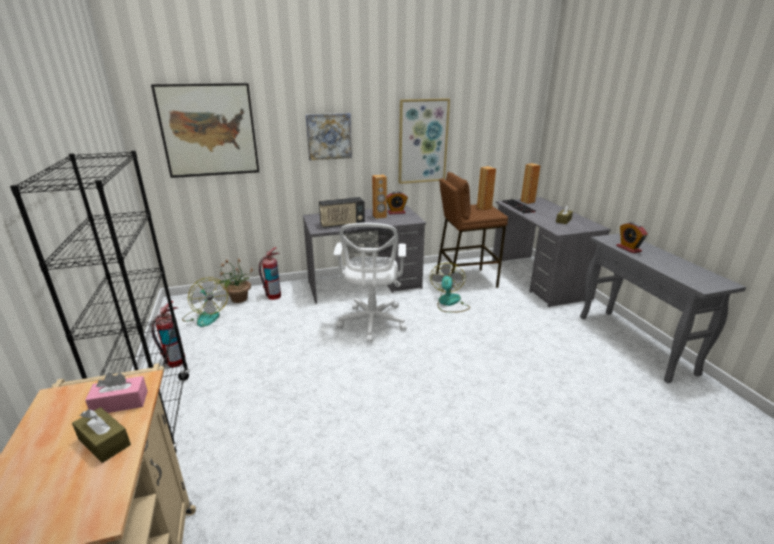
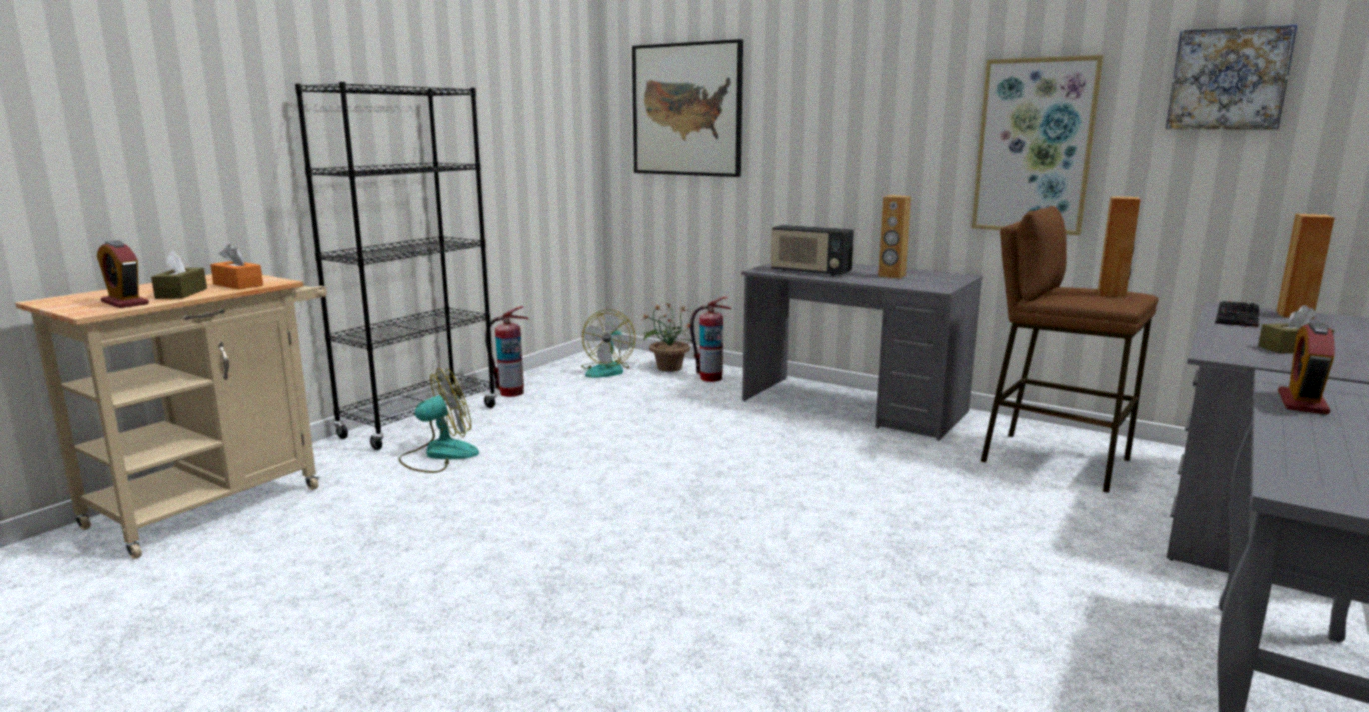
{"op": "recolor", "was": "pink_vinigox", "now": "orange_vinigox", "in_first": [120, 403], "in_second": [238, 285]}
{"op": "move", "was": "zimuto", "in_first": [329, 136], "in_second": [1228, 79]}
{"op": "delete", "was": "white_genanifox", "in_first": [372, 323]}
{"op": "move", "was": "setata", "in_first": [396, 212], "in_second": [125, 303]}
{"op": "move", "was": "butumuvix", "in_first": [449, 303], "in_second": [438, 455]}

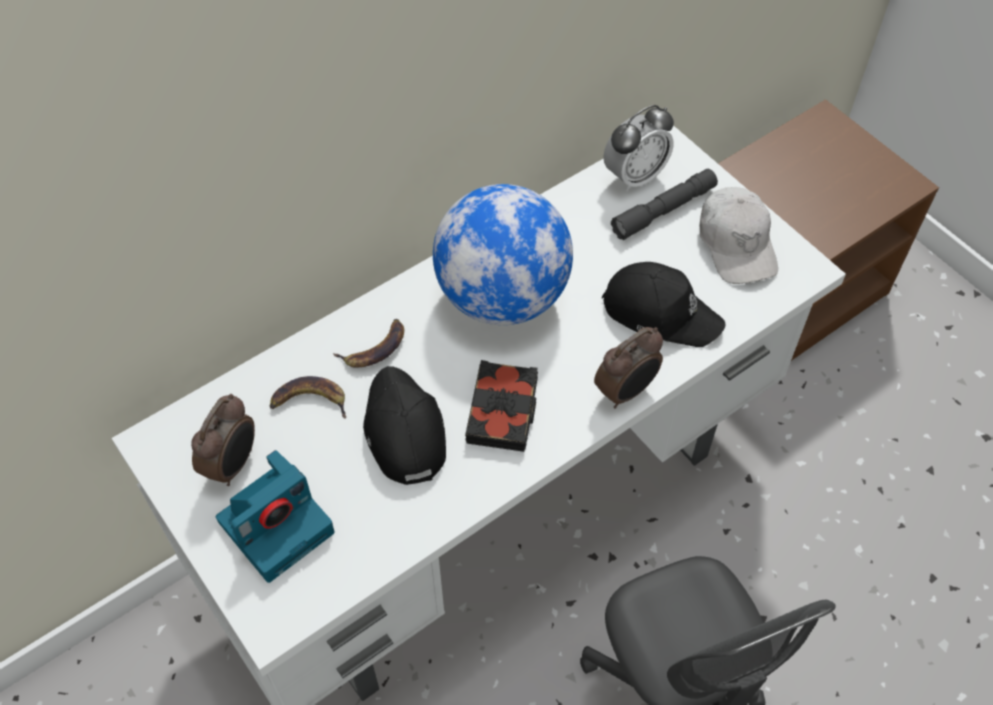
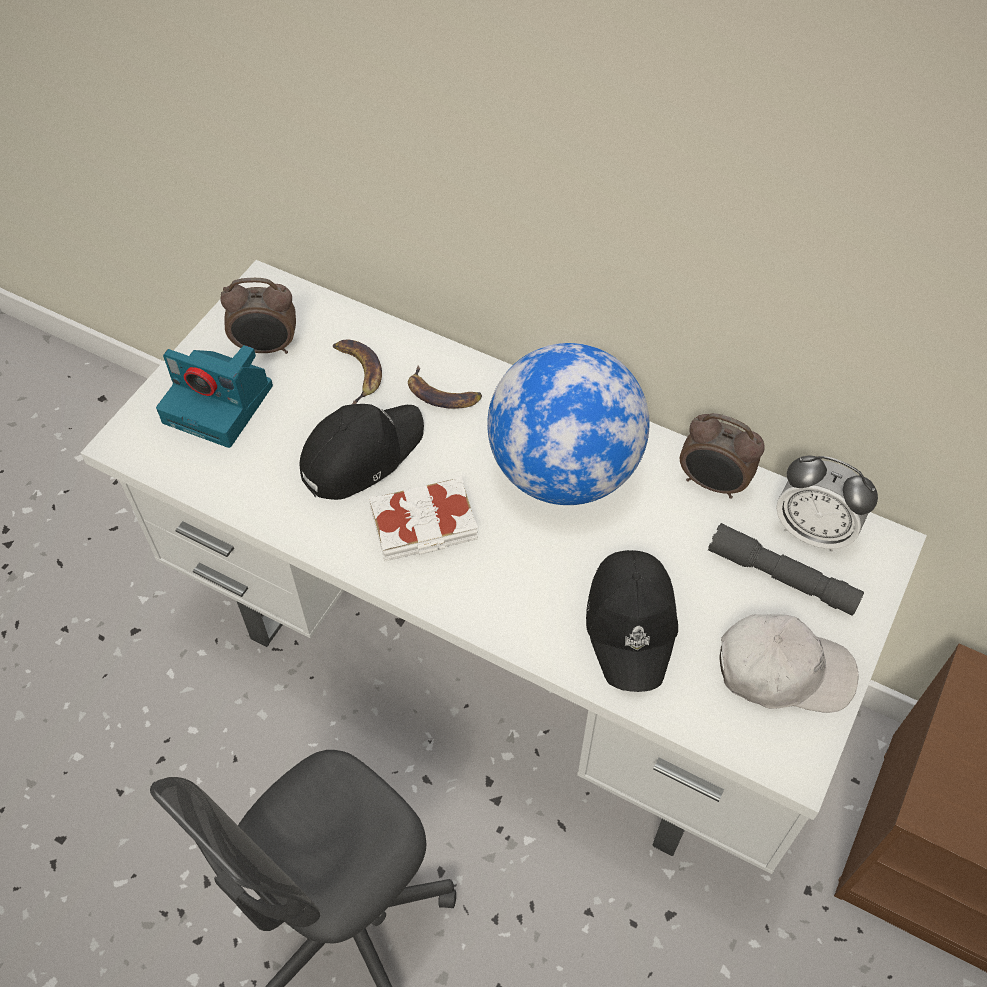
{"op": "recolor", "was": "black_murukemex", "now": "white_murukemex", "in_first": [503, 411], "in_second": [424, 526]}
{"op": "move", "was": "setata", "in_first": [626, 391], "in_second": [712, 484]}
{"op": "rotate", "was": "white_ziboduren", "in_first": [736, 244], "in_second": [782, 670], "clockwise": -135}

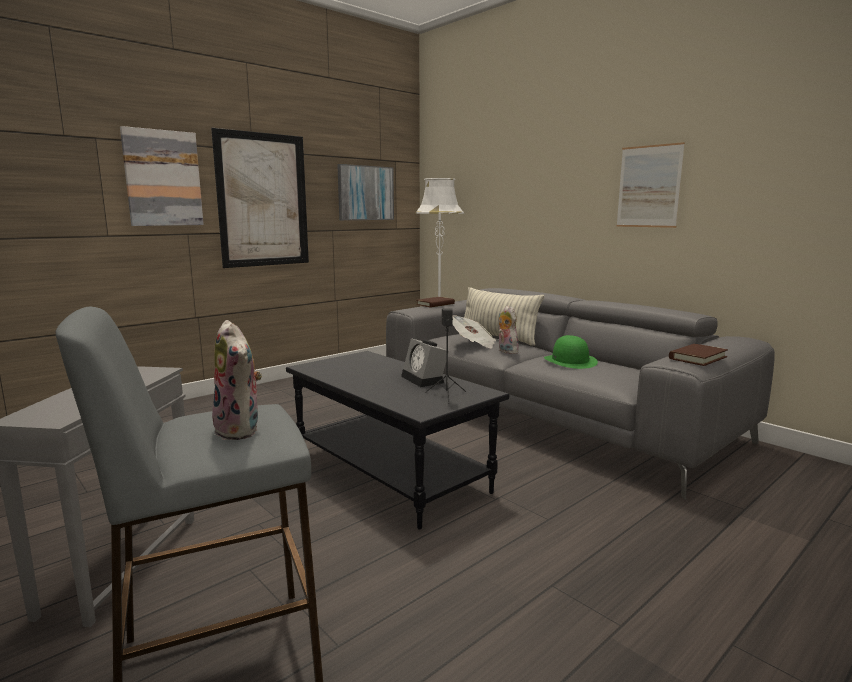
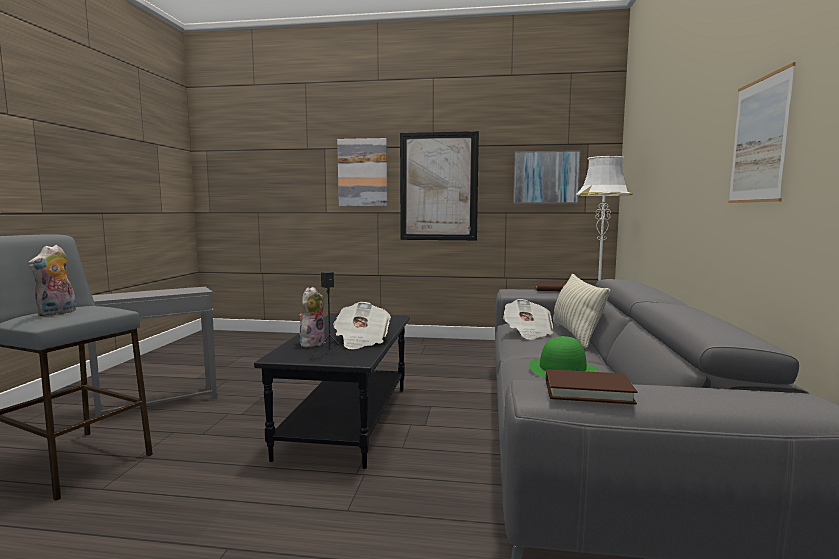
{"op": "replace", "was": "setata", "now": "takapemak", "in_first": [425, 379], "in_second": [361, 341]}
{"op": "move", "was": "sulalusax", "in_first": [506, 351], "in_second": [312, 343]}

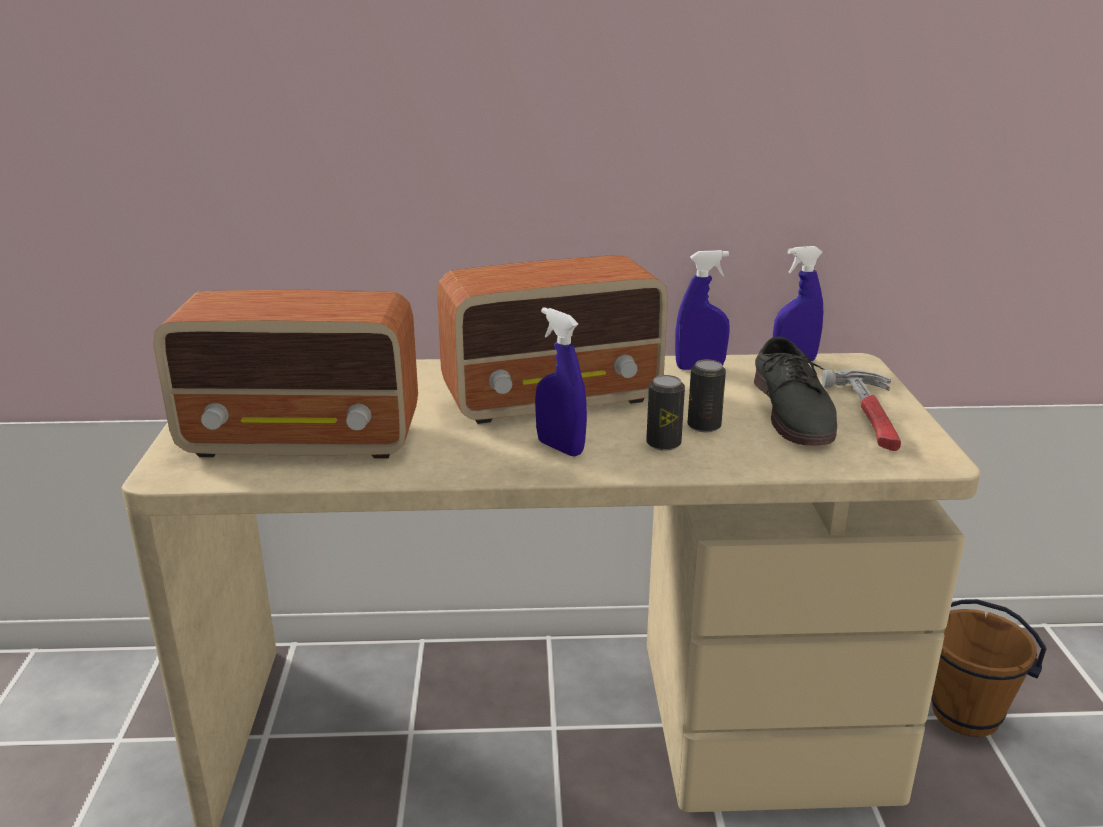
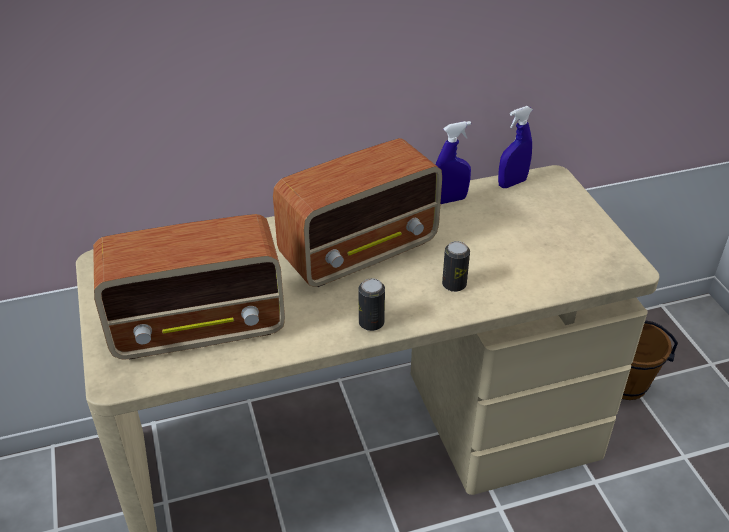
{"op": "delete", "was": "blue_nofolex", "in_first": [560, 448]}
{"op": "move", "was": "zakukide", "in_first": [704, 426], "in_second": [371, 323]}
{"op": "delete", "was": "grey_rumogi", "in_first": [794, 411]}
{"op": "delete", "was": "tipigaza", "in_first": [871, 416]}

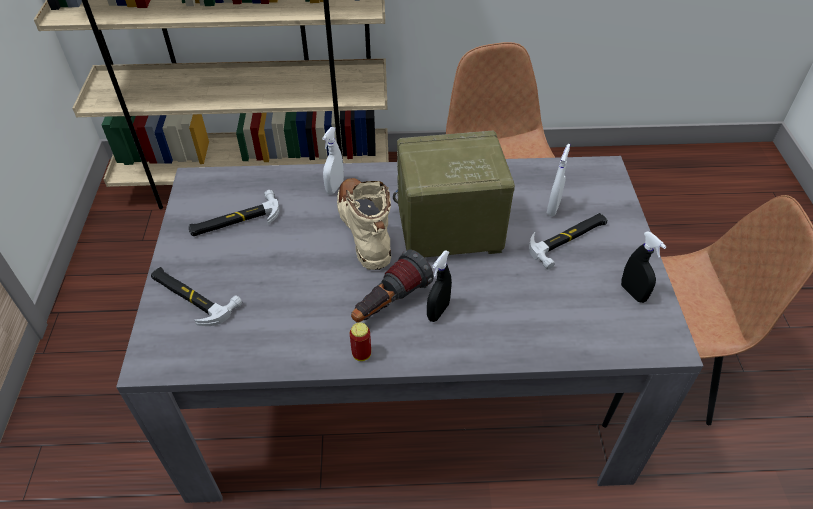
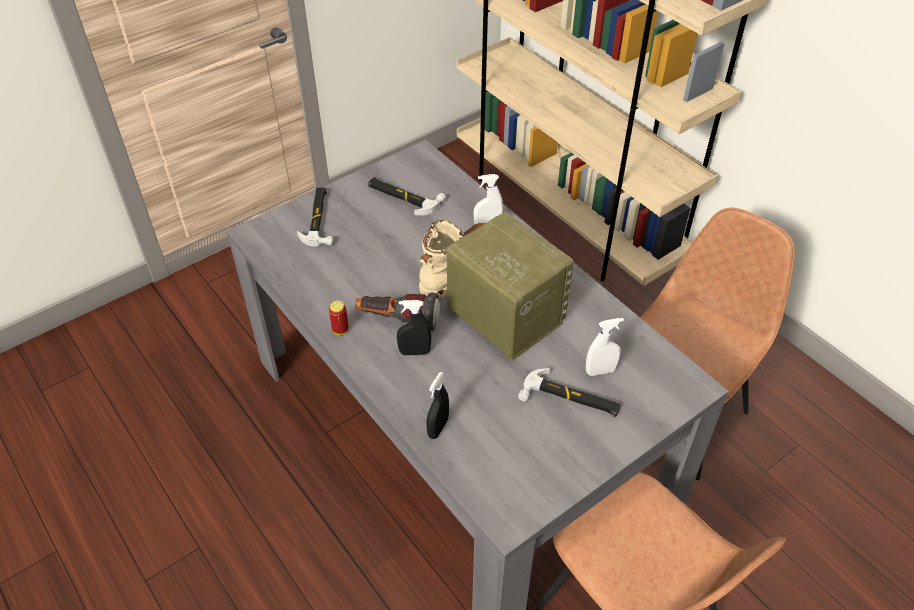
{"op": "move", "was": "black_nofolex", "in_first": [633, 293], "in_second": [438, 428]}

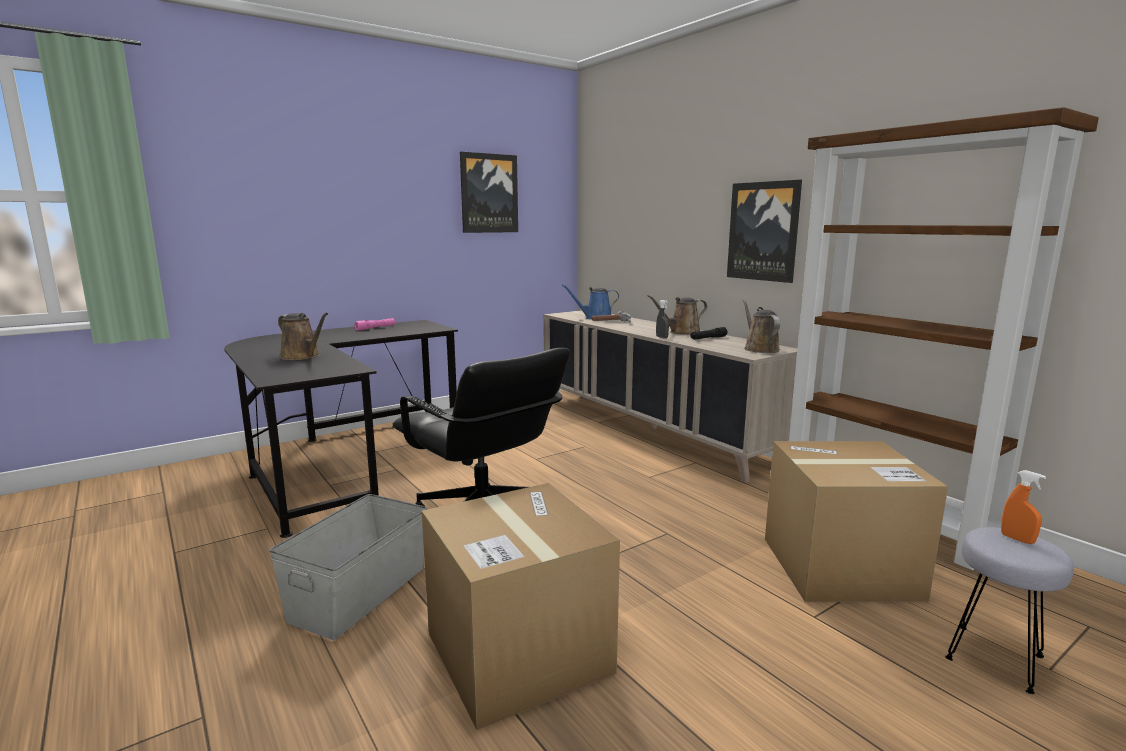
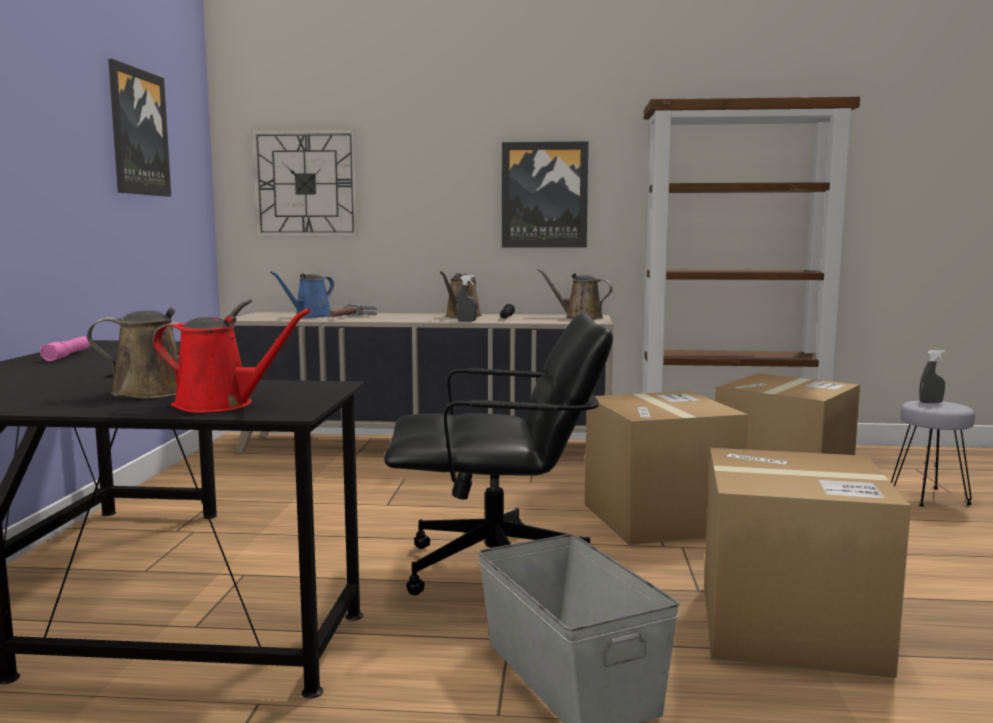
{"op": "recolor", "was": "orange_nofolex", "now": "grey_nofolex", "in_first": [1017, 539], "in_second": [931, 402]}
{"op": "insert", "now": "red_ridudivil", "in_second": [220, 404]}
{"op": "insert", "now": "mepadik", "in_second": [306, 184]}
{"op": "insert", "now": "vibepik", "in_second": [659, 518]}

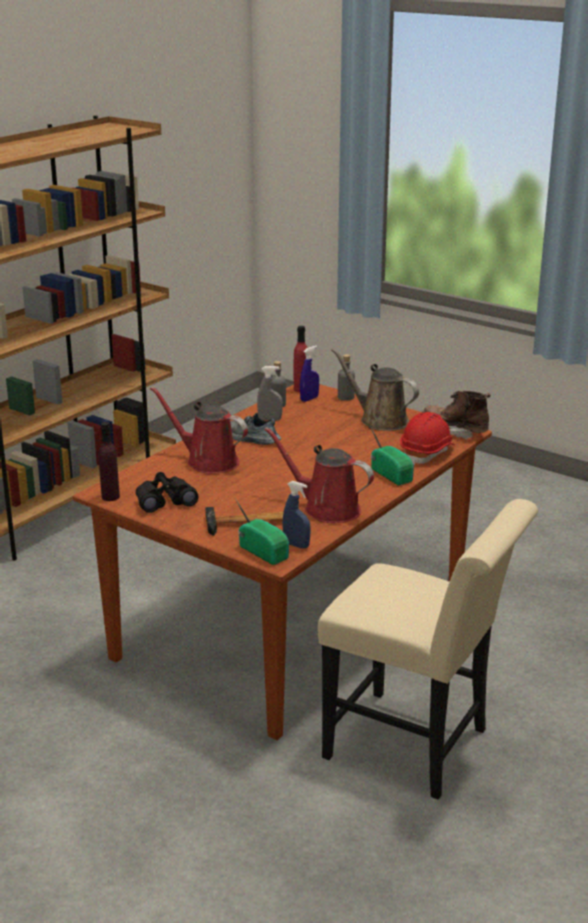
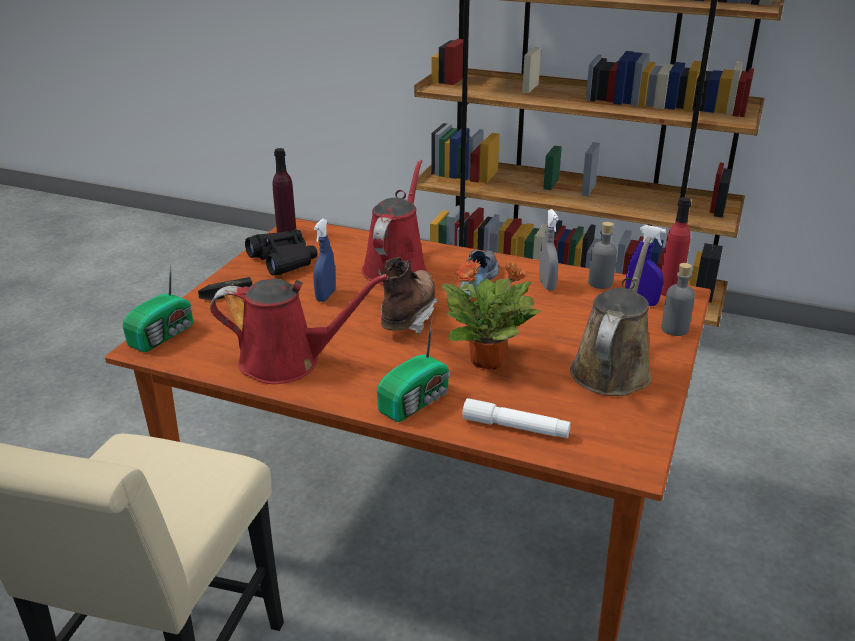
{"op": "rotate", "was": "red_ridudivil", "in_first": [326, 509], "in_second": [288, 362], "clockwise": 75}
{"op": "move", "was": "blue_nofolex", "in_first": [296, 545], "in_second": [325, 296]}
{"op": "replace", "was": "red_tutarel", "now": "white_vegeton", "in_first": [427, 453], "in_second": [515, 427]}
{"op": "move", "was": "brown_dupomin", "in_first": [455, 431], "in_second": [408, 316]}
{"op": "insert", "now": "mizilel", "in_second": [489, 361]}

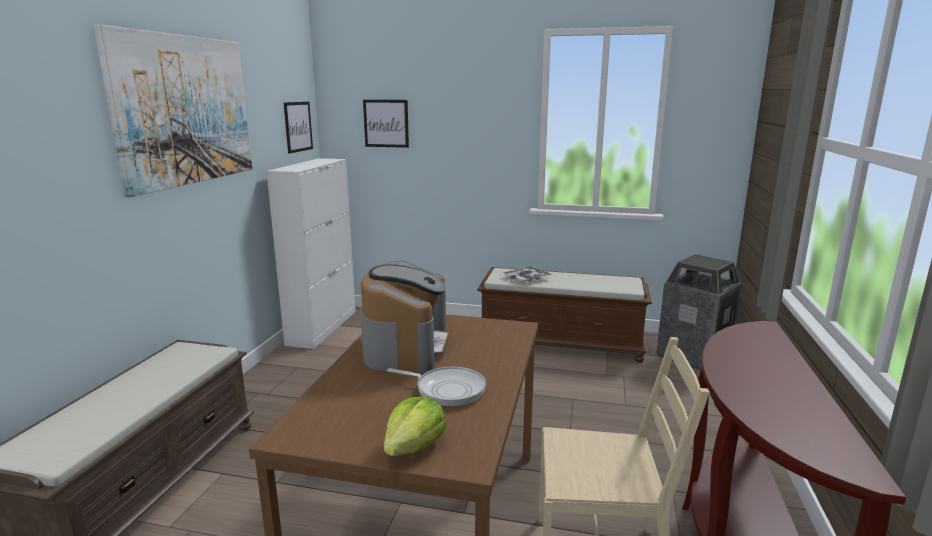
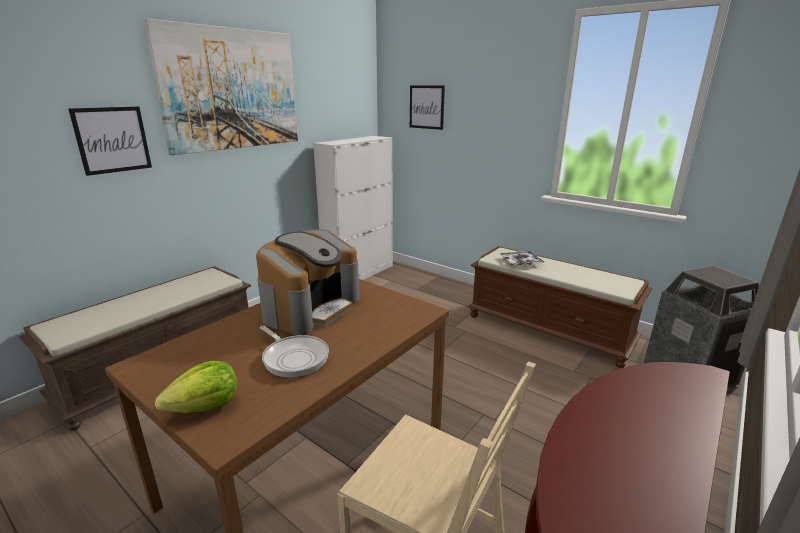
{"op": "move", "was": "zimuto", "in_first": [298, 126], "in_second": [112, 140]}

